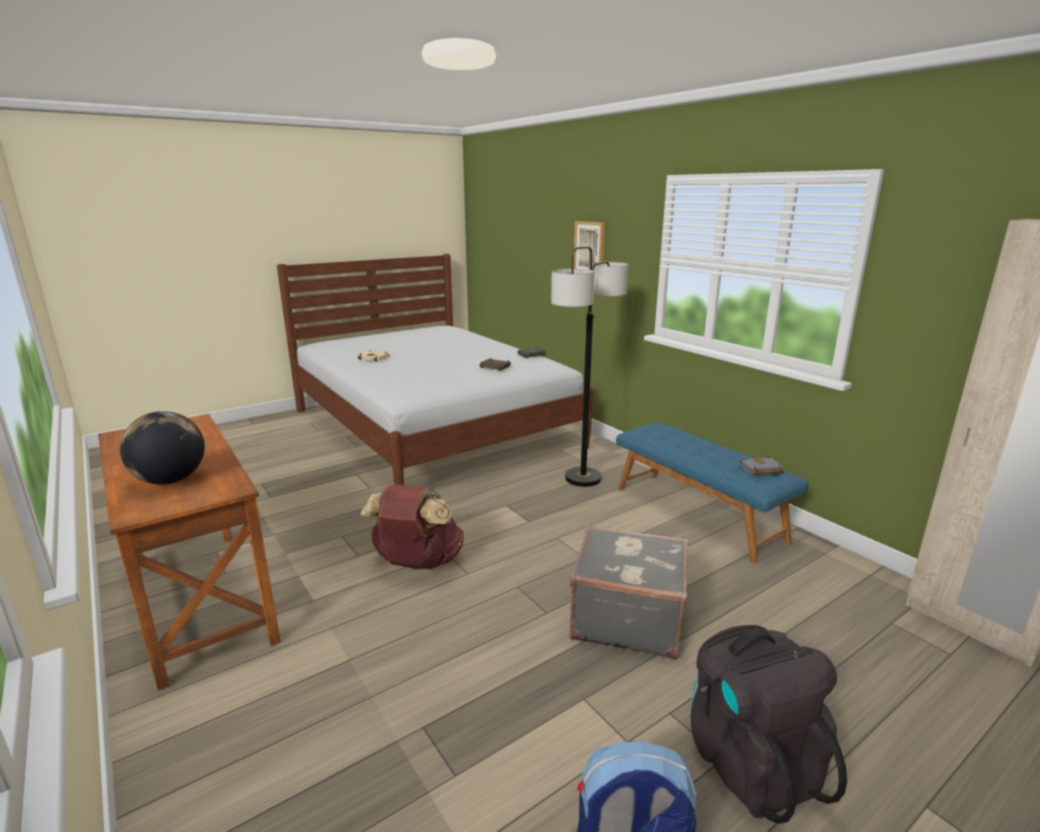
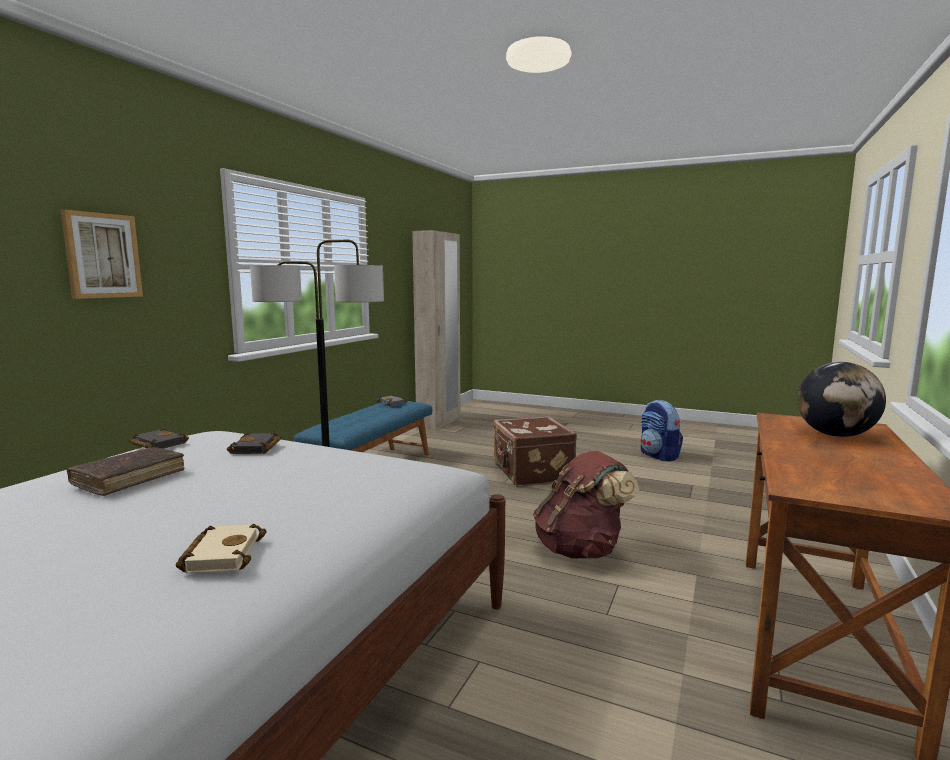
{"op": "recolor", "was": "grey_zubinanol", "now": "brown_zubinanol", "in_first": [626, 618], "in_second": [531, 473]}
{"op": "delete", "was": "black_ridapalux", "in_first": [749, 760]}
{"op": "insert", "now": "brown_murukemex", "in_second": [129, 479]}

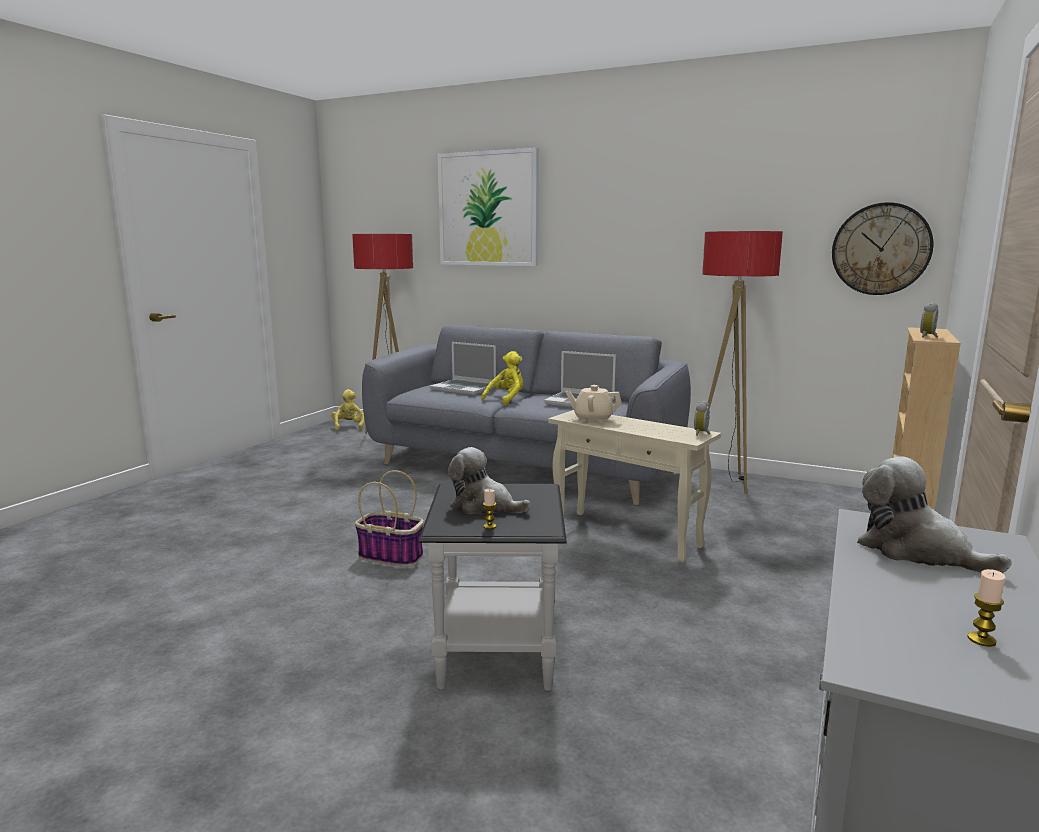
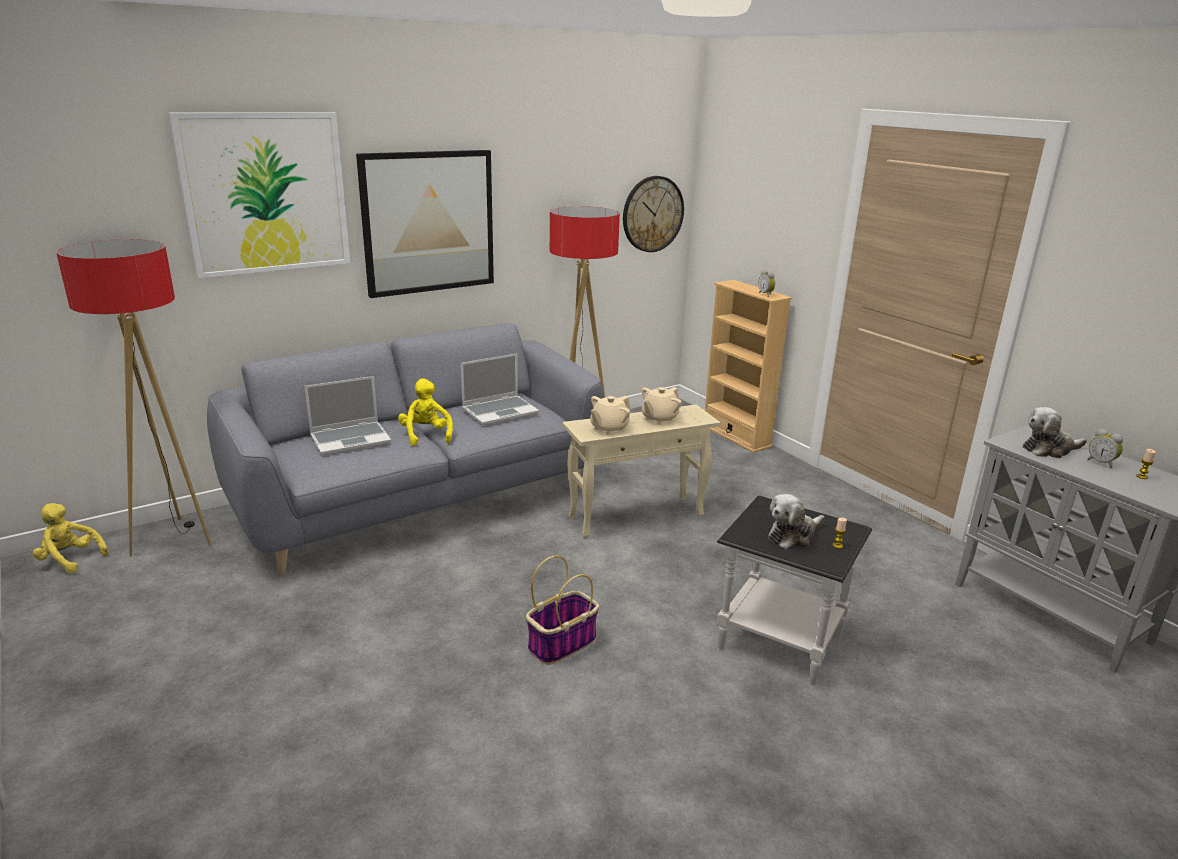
{"op": "move", "was": "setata", "in_first": [702, 433], "in_second": [1101, 463]}
{"op": "insert", "now": "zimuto", "in_second": [428, 222]}
{"op": "insert", "now": "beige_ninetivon", "in_second": [659, 418]}

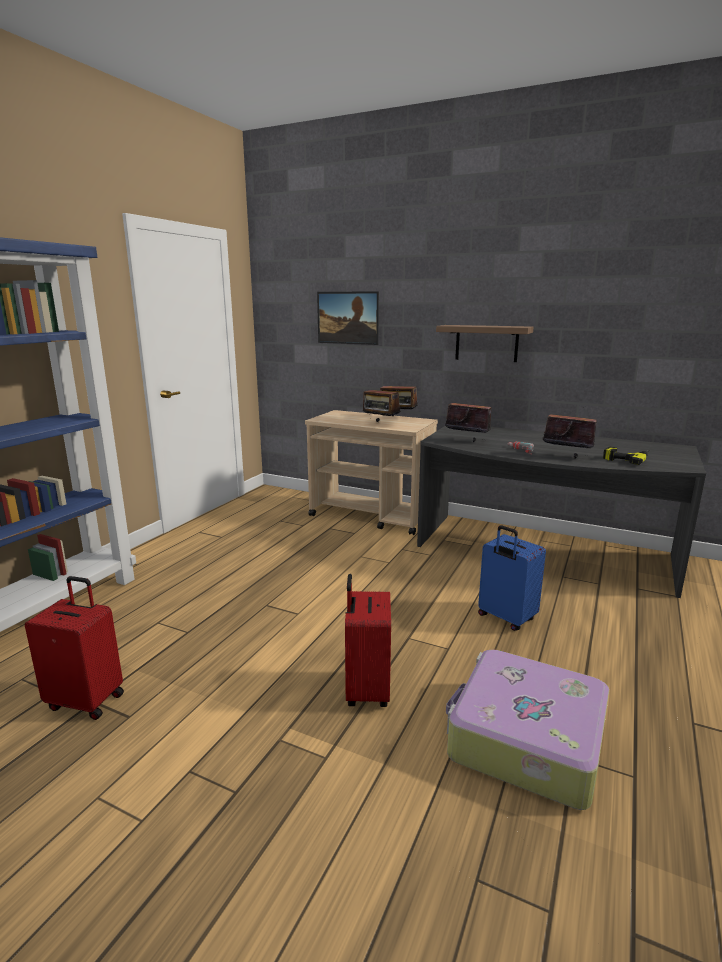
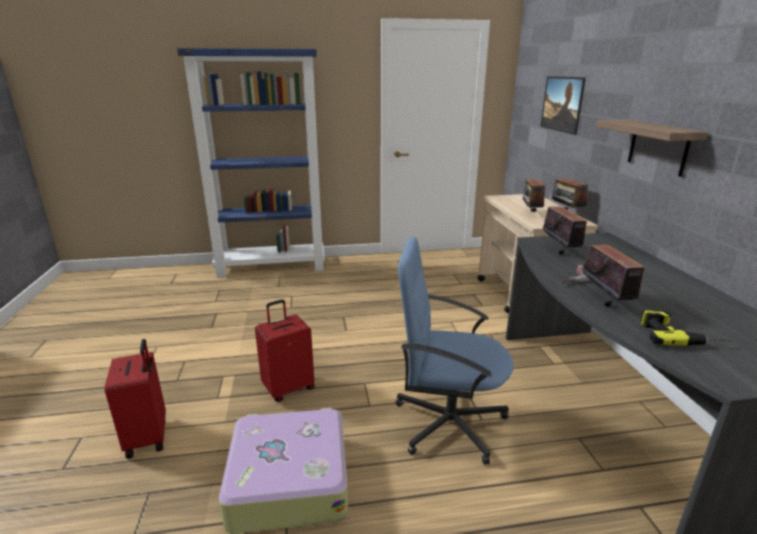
{"op": "move", "was": "red_zubinanol", "in_first": [87, 700], "in_second": [149, 437]}
{"op": "replace", "was": "blue_zubinanol", "now": "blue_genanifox", "in_first": [505, 618], "in_second": [447, 422]}

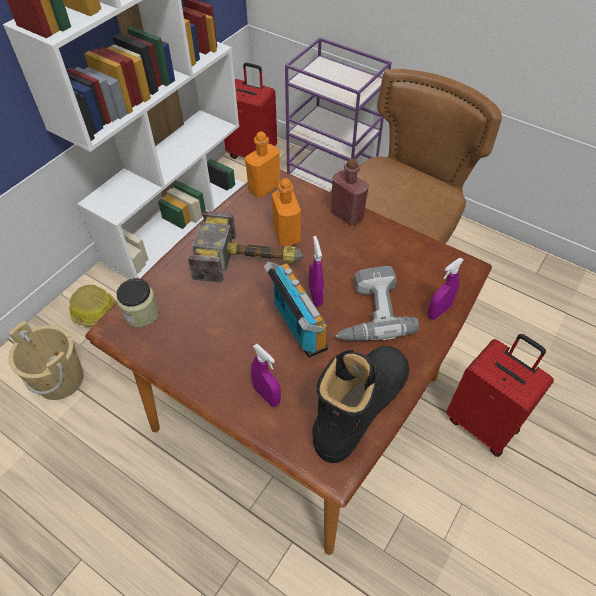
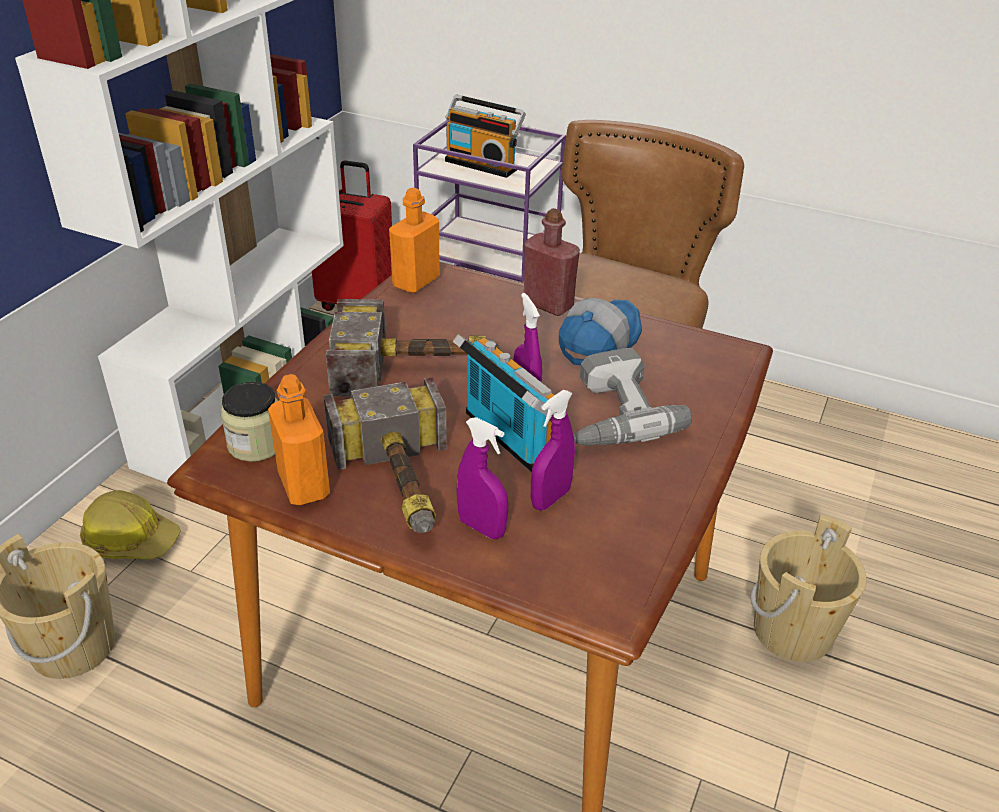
{"op": "move", "was": "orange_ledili", "in_first": [286, 235], "in_second": [304, 485]}
{"op": "delete", "was": "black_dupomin", "in_first": [359, 406]}
{"op": "move", "was": "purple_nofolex", "in_first": [438, 311], "in_second": [550, 498]}
{"op": "replace", "was": "red_zubinanol", "now": "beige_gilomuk", "in_first": [483, 423], "in_second": [792, 630]}
{"op": "insert", "now": "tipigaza", "in_second": [402, 486]}
{"op": "insert", "now": "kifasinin", "in_second": [482, 164]}
{"op": "insert", "now": "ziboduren", "in_second": [597, 342]}

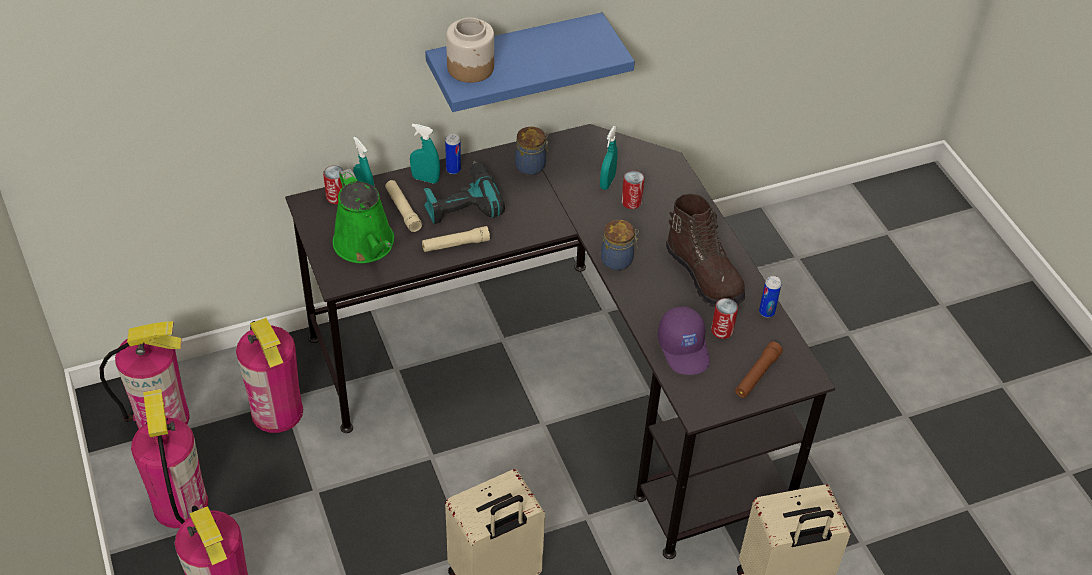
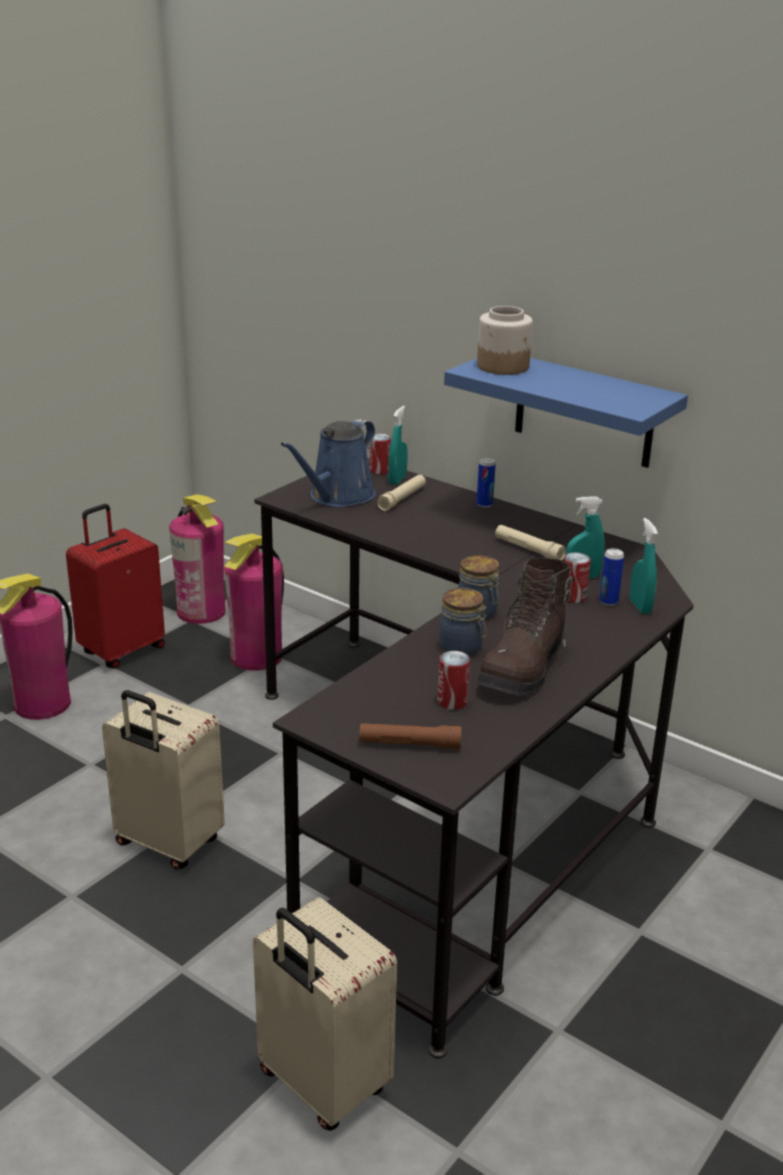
{"op": "replace", "was": "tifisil", "now": "red_zubinanol", "in_first": [180, 505], "in_second": [121, 650]}
{"op": "recolor", "was": "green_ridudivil", "now": "blue_ridudivil", "in_first": [366, 246], "in_second": [338, 497]}
{"op": "move", "was": "turquoise_nofolex", "in_first": [425, 179], "in_second": [640, 606]}
{"op": "move", "was": "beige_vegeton", "in_first": [455, 244], "in_second": [528, 550]}
{"op": "delete", "was": "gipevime", "in_first": [461, 202]}
{"op": "move", "was": "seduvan", "in_first": [531, 166], "in_second": [462, 648]}
{"op": "delete", "was": "purple_ziboduren", "in_first": [684, 349]}
{"op": "move", "was": "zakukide", "in_first": [766, 312], "in_second": [608, 601]}

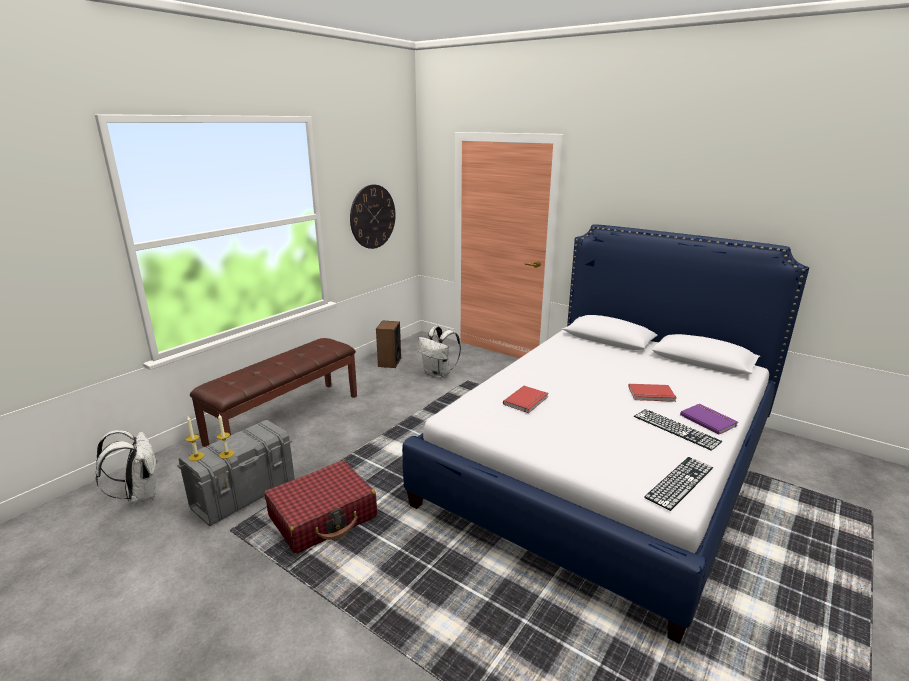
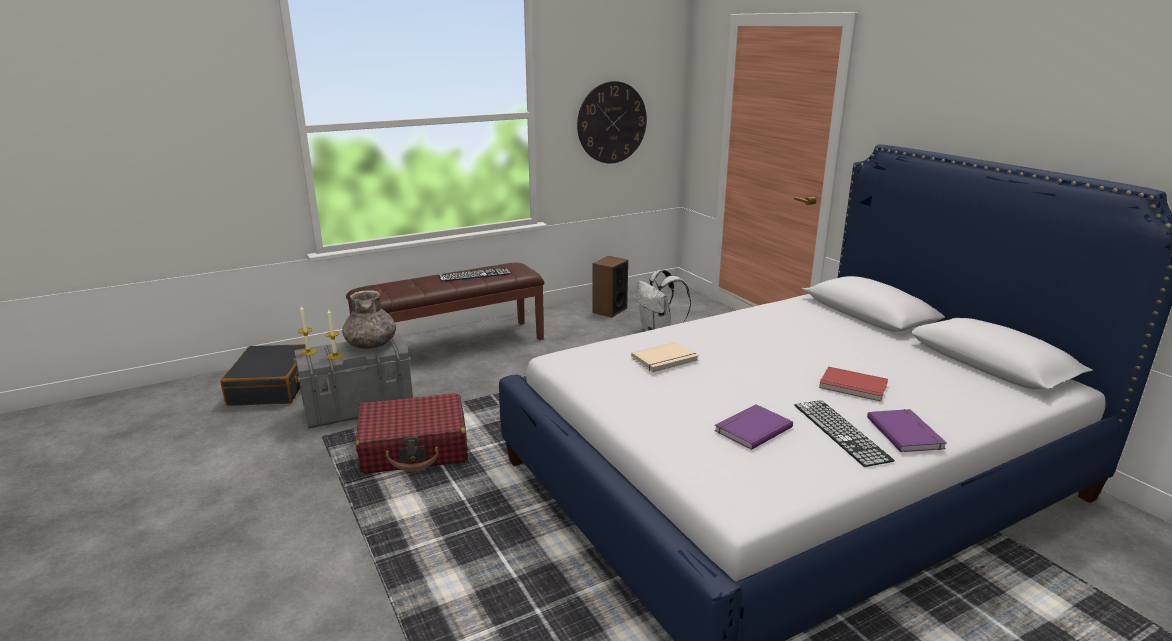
{"op": "replace", "was": "white_ridapalux", "now": "black_zubinanol", "in_first": [139, 495], "in_second": [272, 387]}
{"op": "recolor", "was": "red_murukemex", "now": "beige_murukemex", "in_first": [527, 401], "in_second": [666, 360]}
{"op": "move", "was": "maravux", "in_first": [679, 482], "in_second": [474, 275]}
{"op": "insert", "now": "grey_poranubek", "in_second": [371, 344]}
{"op": "insert", "now": "purple_murukemex", "in_second": [751, 428]}

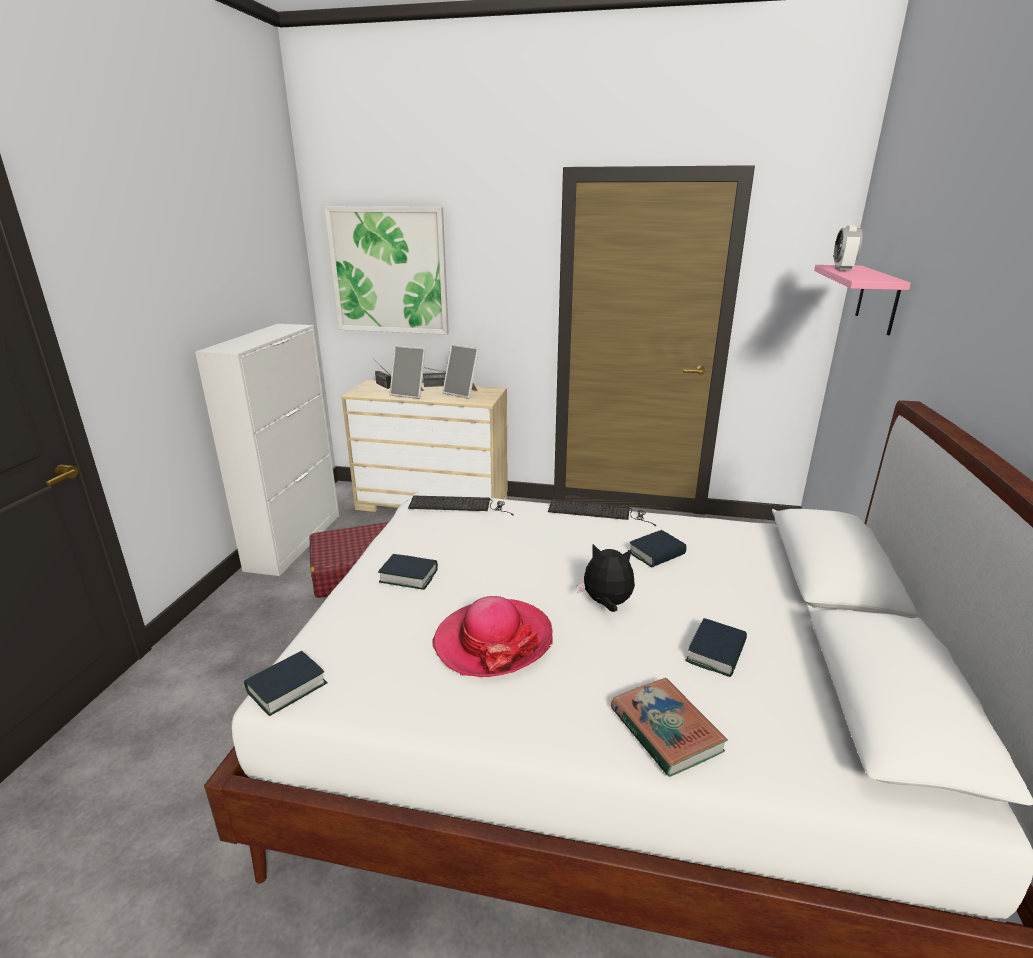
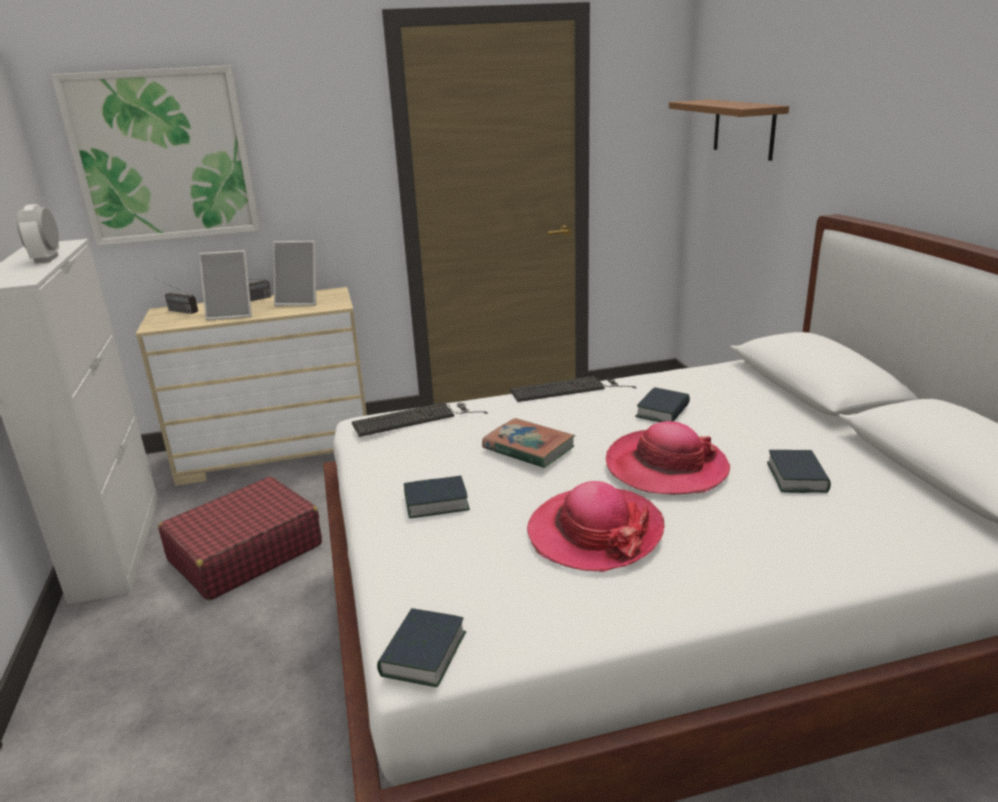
{"op": "replace", "was": "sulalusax", "now": "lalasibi", "in_first": [606, 604], "in_second": [666, 467]}
{"op": "move", "was": "murukemex", "in_first": [665, 730], "in_second": [528, 448]}
{"op": "recolor", "was": "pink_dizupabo", "now": "brown_dizupabo", "in_first": [878, 299], "in_second": [744, 128]}
{"op": "move", "was": "setata", "in_first": [842, 269], "in_second": [47, 259]}

